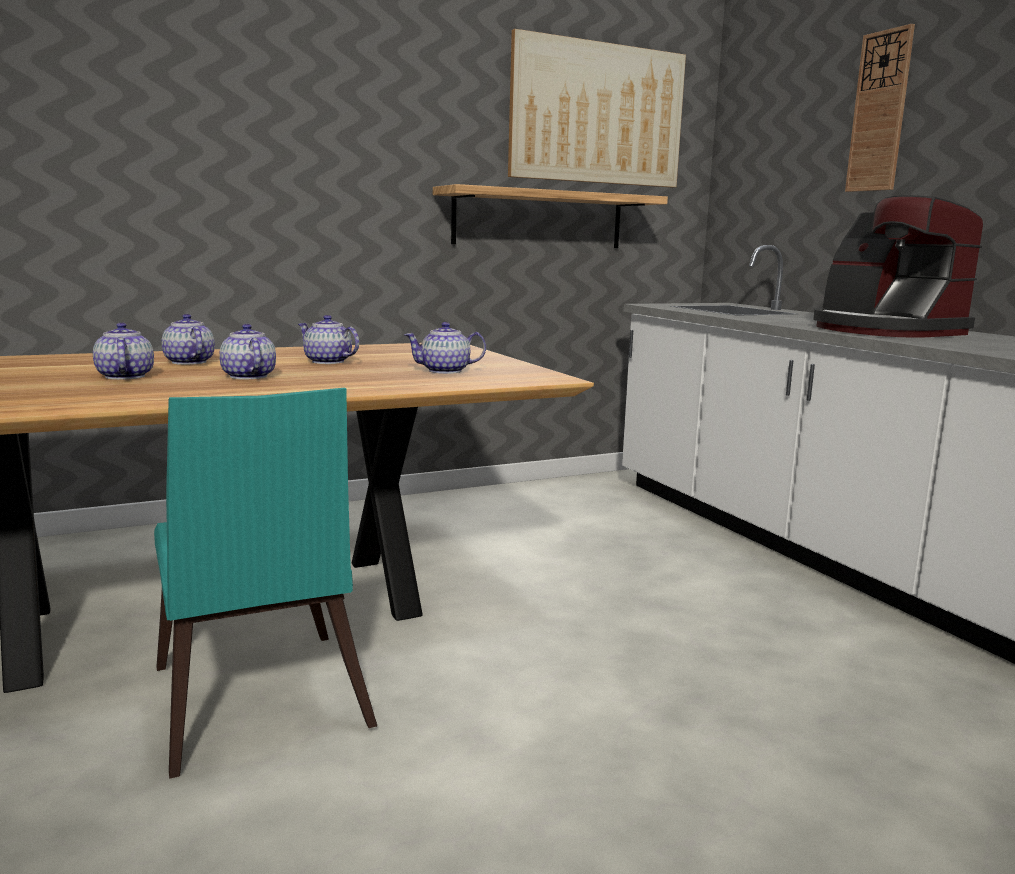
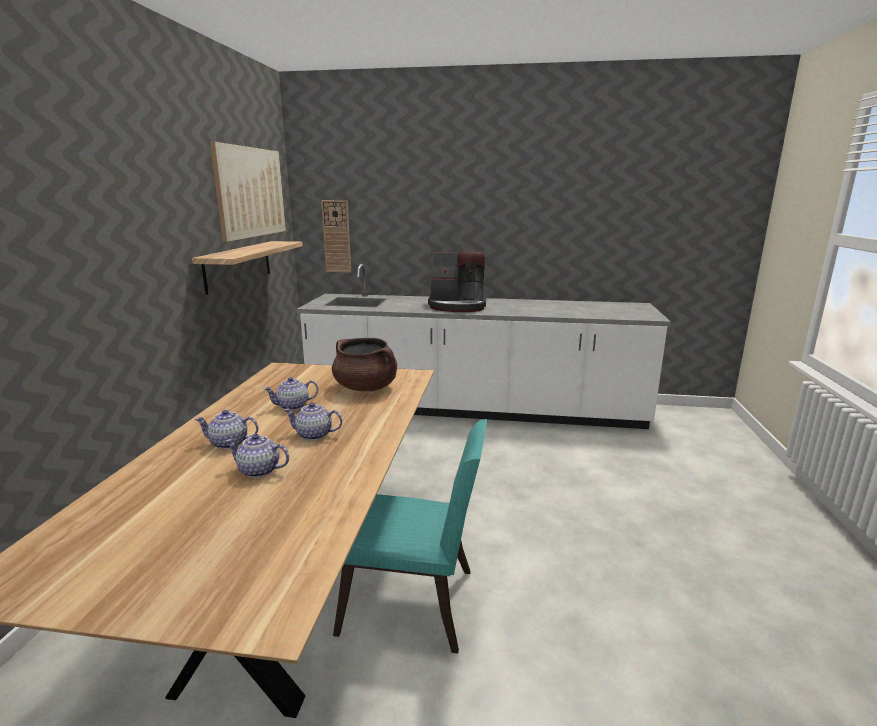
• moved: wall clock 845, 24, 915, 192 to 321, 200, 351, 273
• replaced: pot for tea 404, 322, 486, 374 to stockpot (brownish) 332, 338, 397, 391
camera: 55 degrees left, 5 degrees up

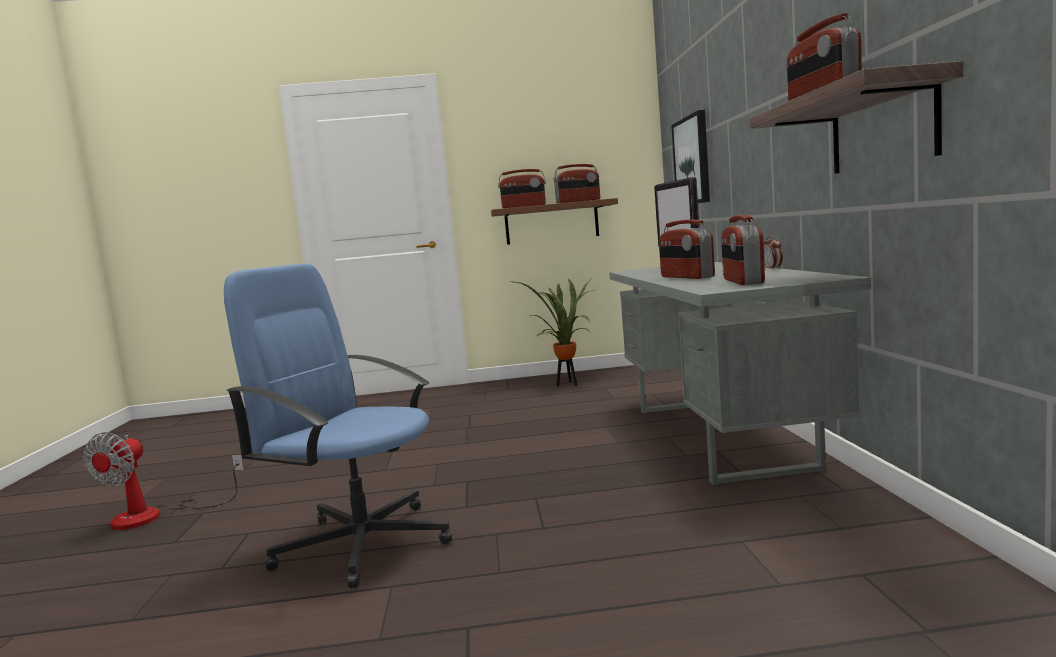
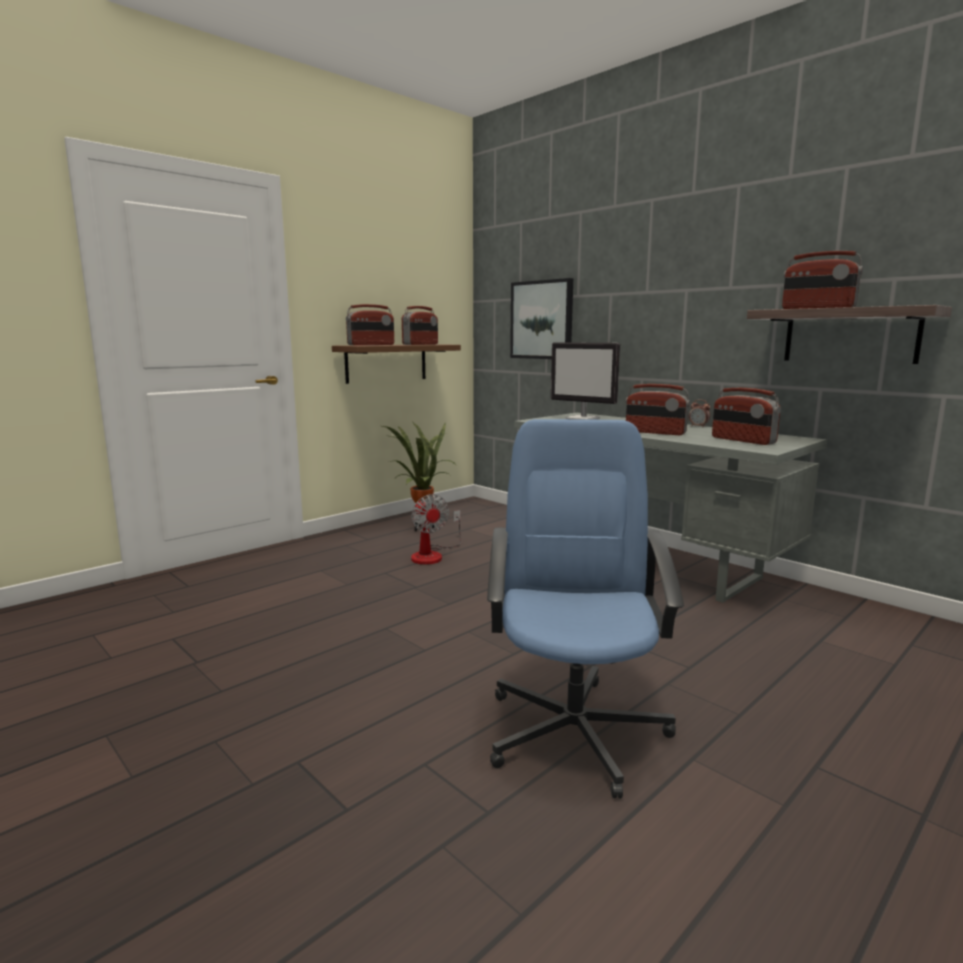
• moved: fan 83, 432, 244, 530 to 411, 494, 461, 565
• turned: office chair (bluish) 224, 263, 452, 588 = 487, 419, 684, 799 105 degrees clockwise
camera: 40 degrees left, 5 degrees up

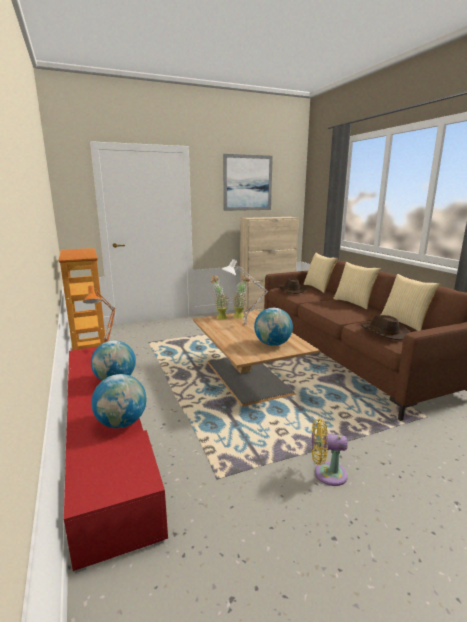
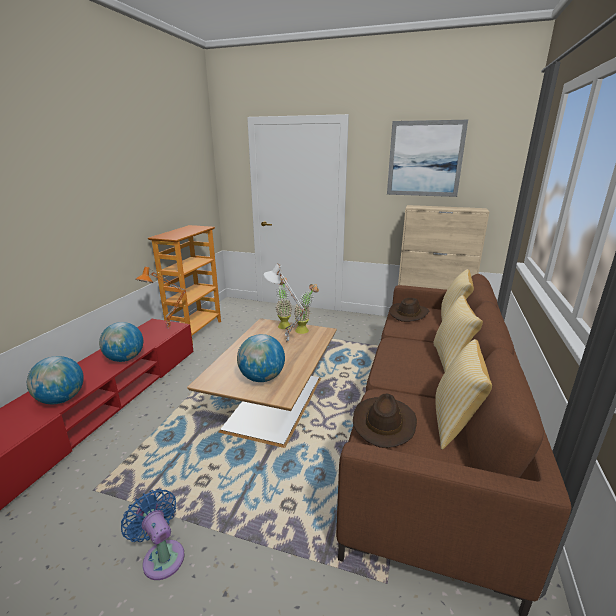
• recoloured: fan (yellow) 311, 419, 348, 486 to fan (bluish) 121, 489, 185, 580
camera: 40 degrees right, 5 degrees up

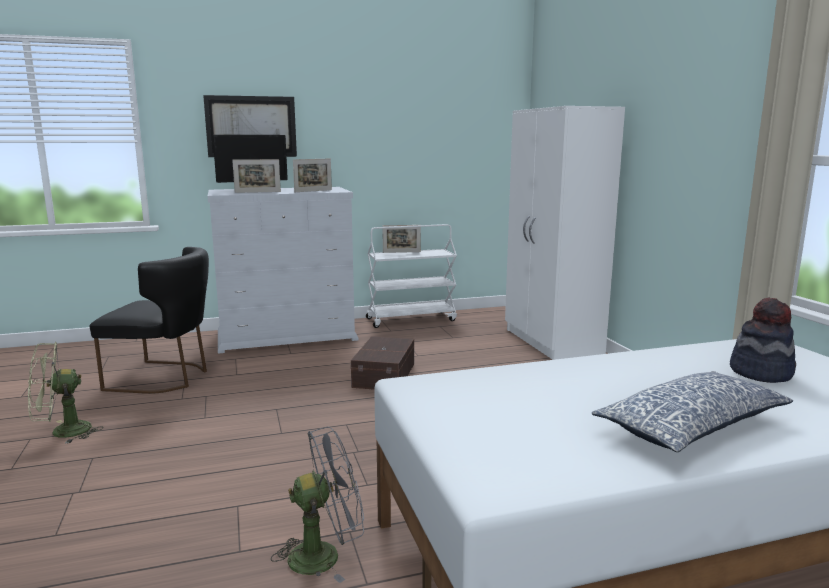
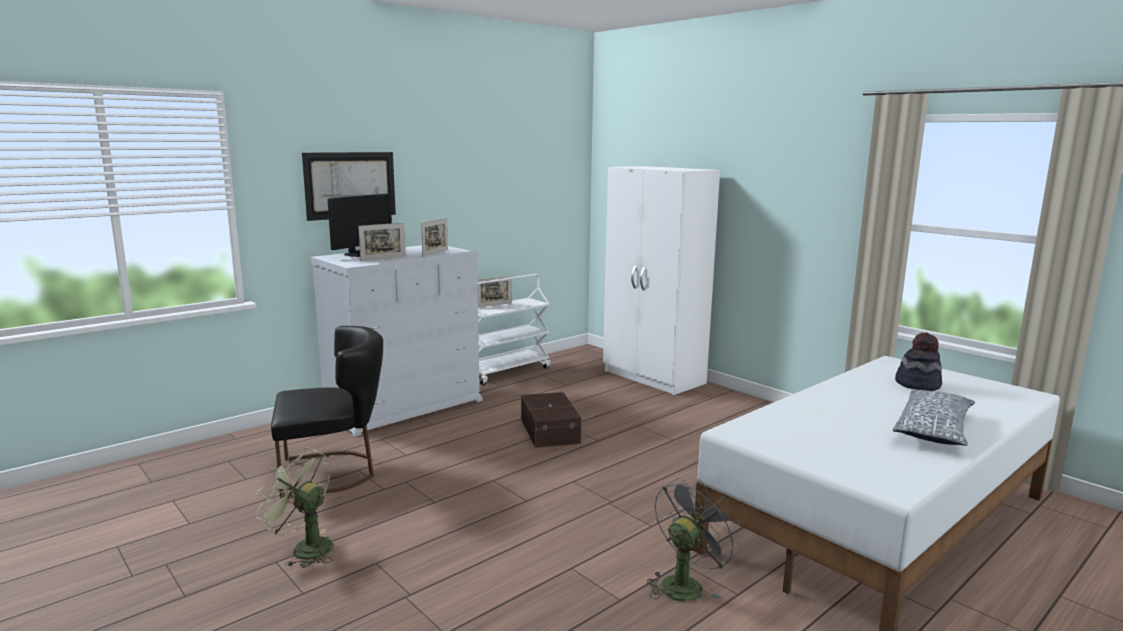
• turned: fan (green-coloured) 28, 342, 103, 444 = 256, 447, 334, 568 75 degrees clockwise
camera: 25 degrees left, 0 degrees up

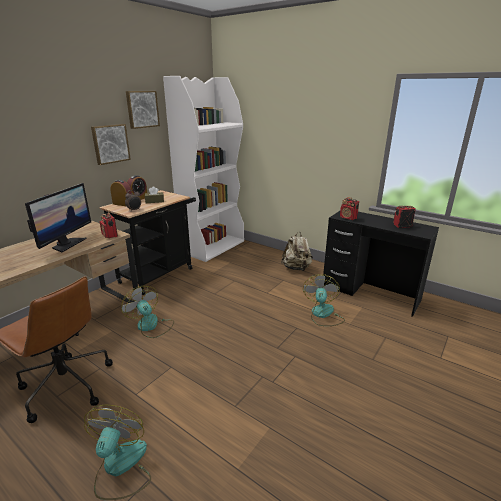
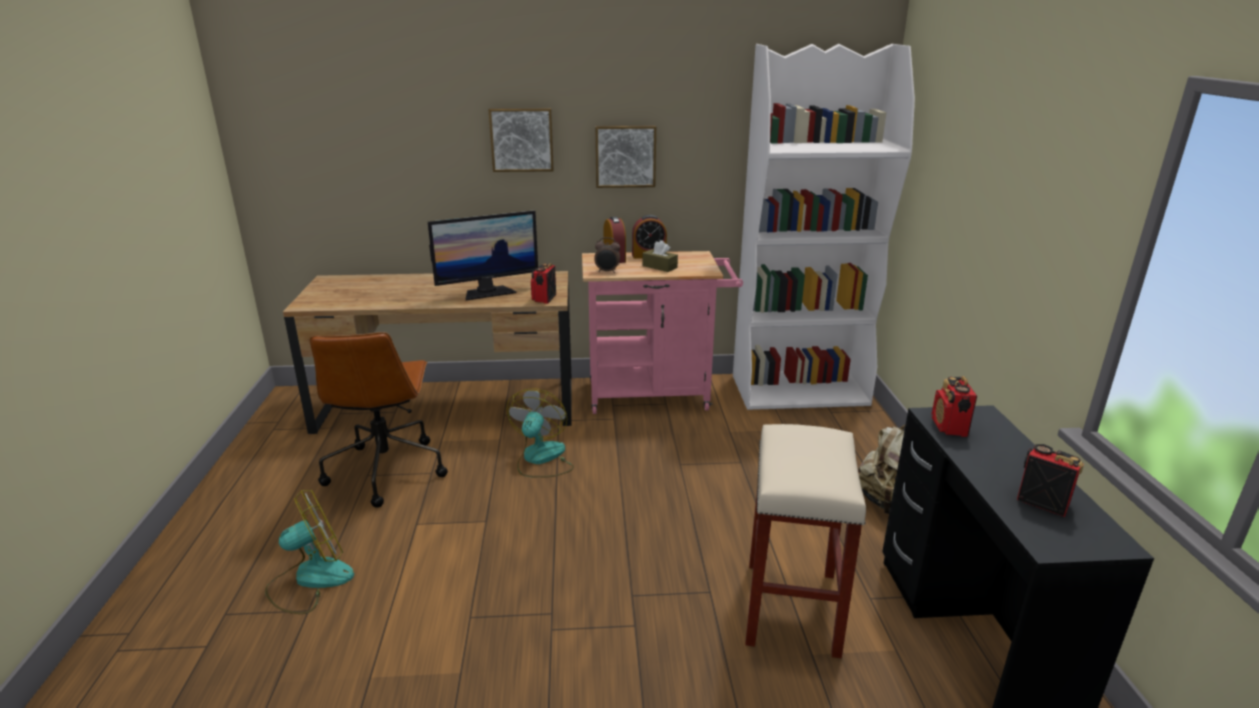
• moved: picture 126, 91, 160, 129 to 488, 108, 554, 172
• recoloured: wheeled cart (black) 99, 190, 196, 295 to wheeled cart (pinkish) 582, 251, 743, 414
• replaced: fan 303, 274, 345, 326 to stool seat (beige-coloured) 745, 424, 866, 658
camera: 50 degrees right, 0 degrees up

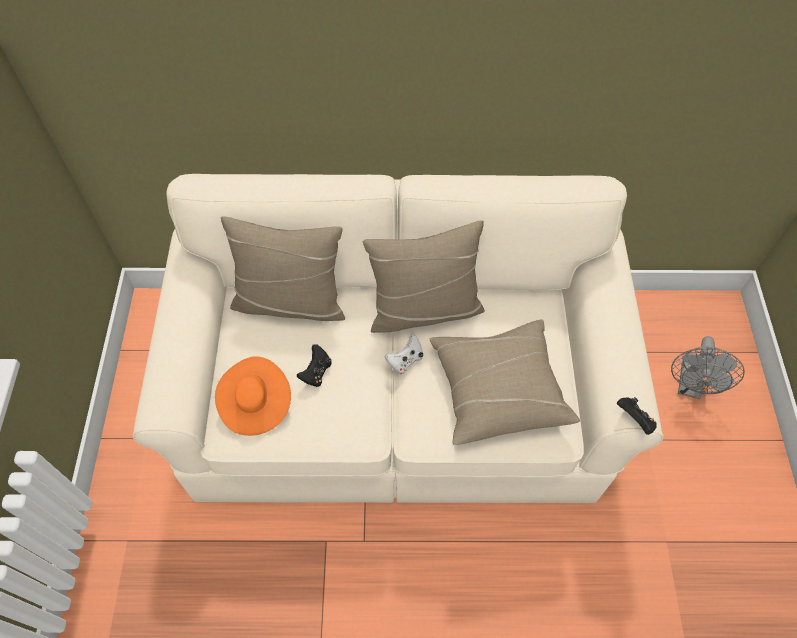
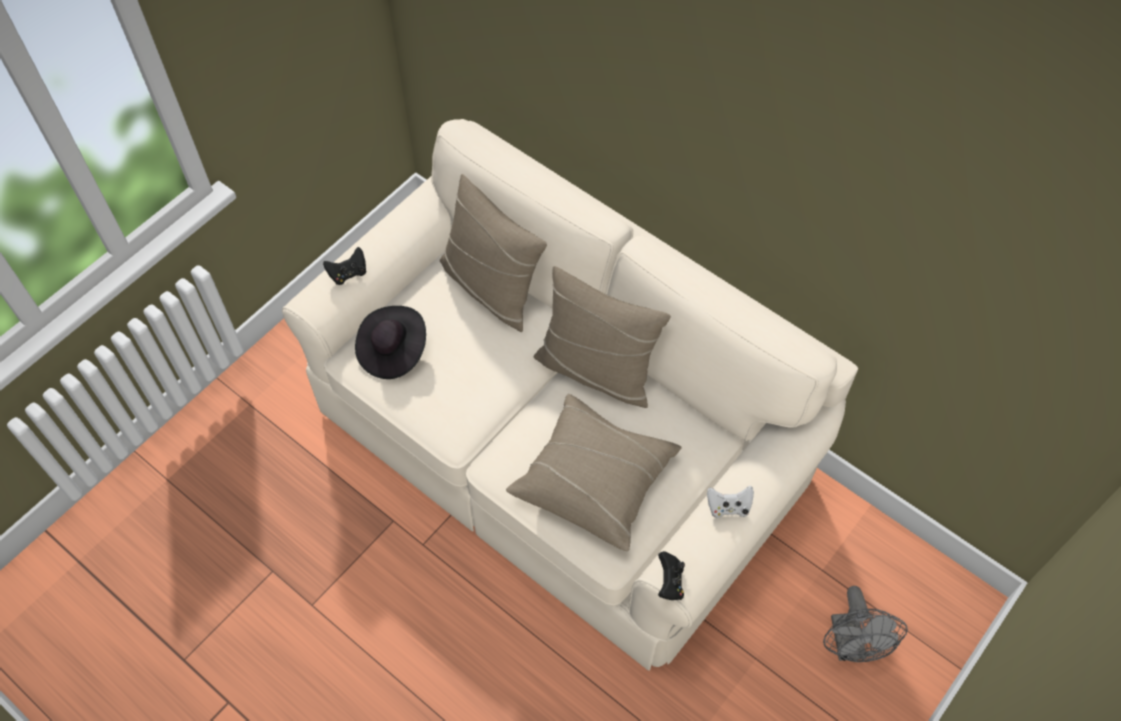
• moved: game controller (black) 297, 344, 332, 387 to 323, 247, 366, 285
• recoloured: hat (orangey) 215, 356, 291, 436 to hat (black) 355, 306, 426, 379
• moved: game controller (white) 385, 334, 423, 374 to 707, 486, 754, 518
• turned: fan (gray) 671, 336, 745, 399 = 823, 586, 908, 662 60 degrees counterclockwise
camera: 40 degrees right, 0 degrees up

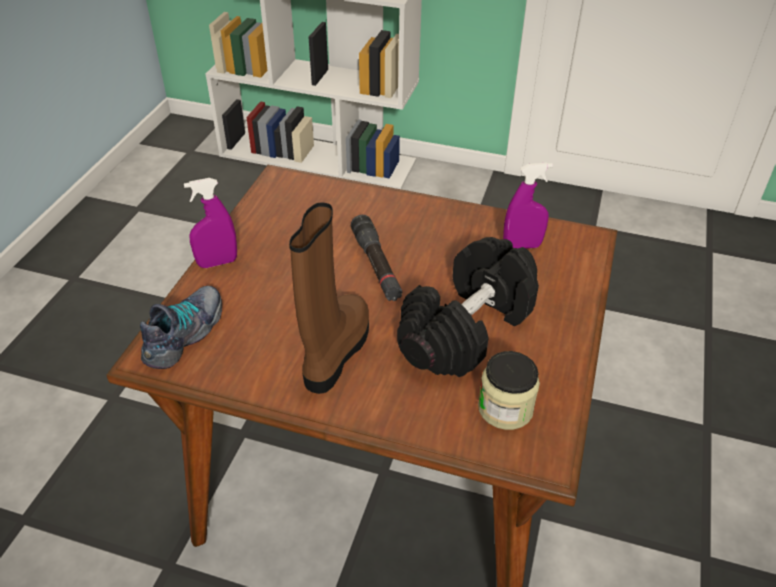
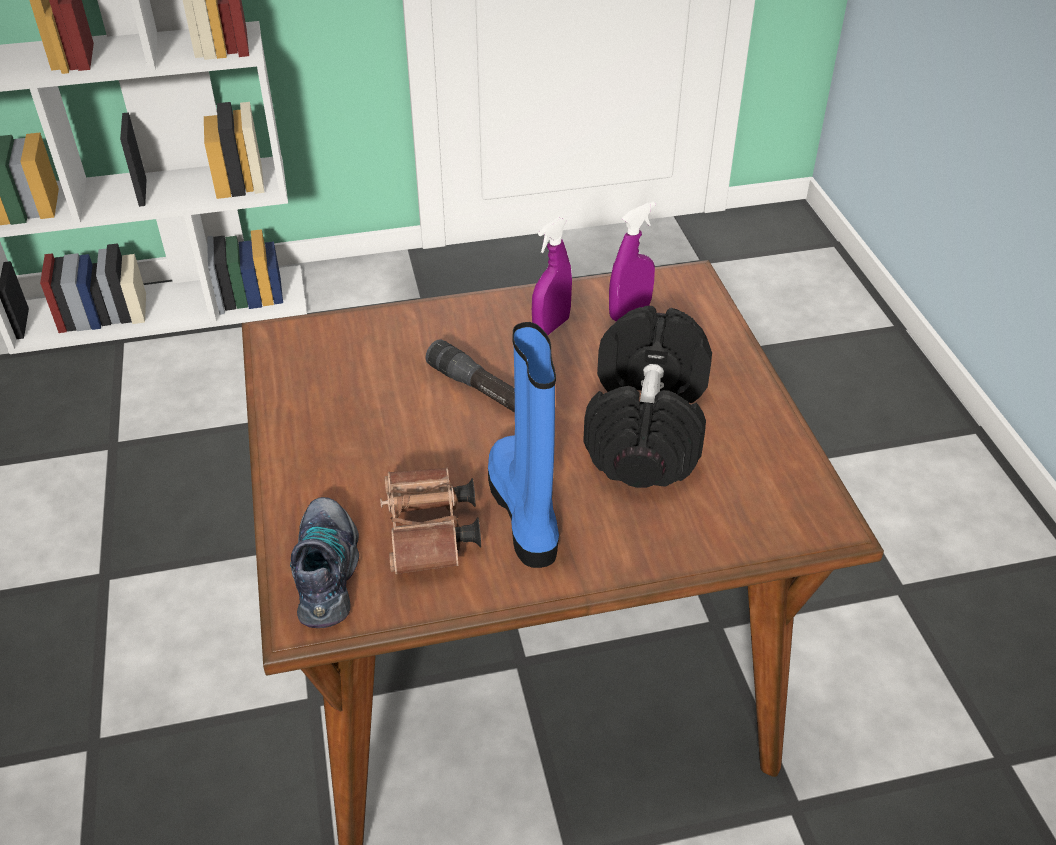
• added: field glasses (brownish) 380, 468, 481, 575
• recoloured: tall boot (brownish) 289, 203, 369, 394 to tall boot (bluish) 488, 322, 559, 568
• moved: sprayer (purple-coloured) 184, 178, 237, 268 to 532, 217, 572, 335
• removed: preserve jar 478, 351, 540, 430
camera: 30 degrees left, 0 degrees up

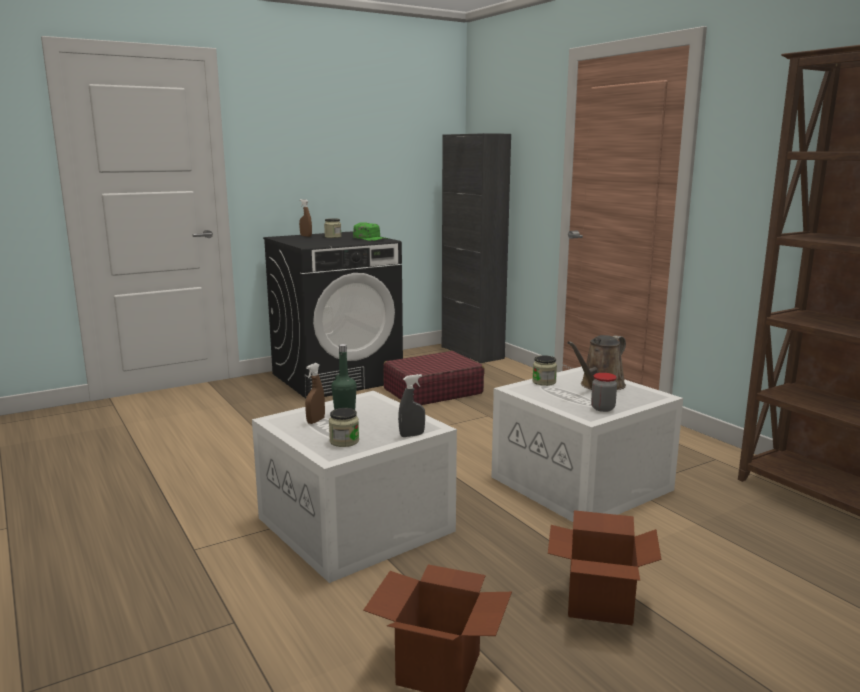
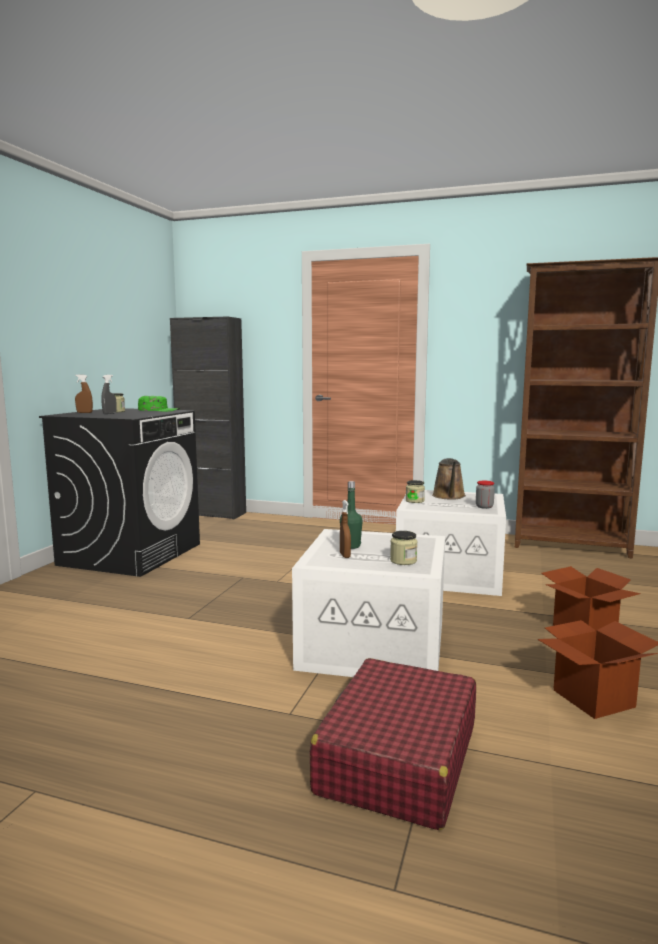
• moved: sprayer (gray) 398, 374, 425, 437 to 101, 375, 117, 414
• moved: piece of luggage (red-coloured) 383, 351, 485, 405 to 310, 658, 476, 830
camera: 40 degrees left, 5 degrees down

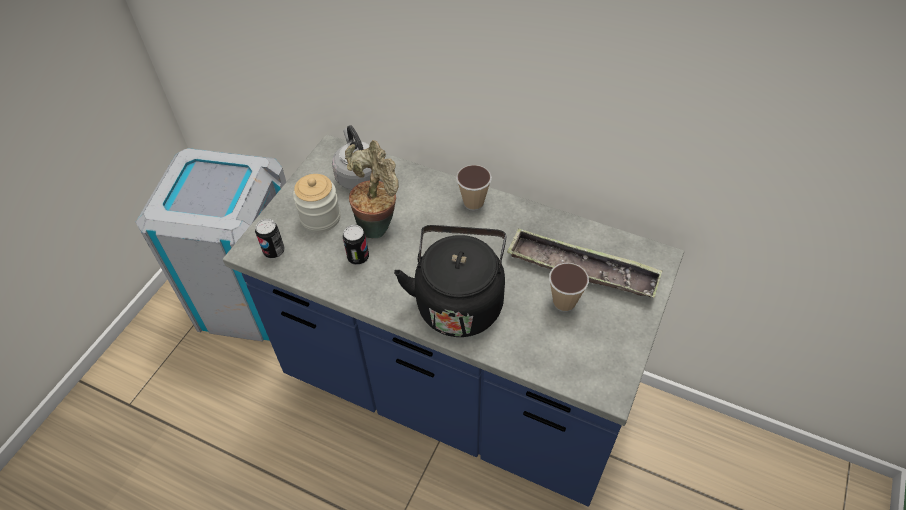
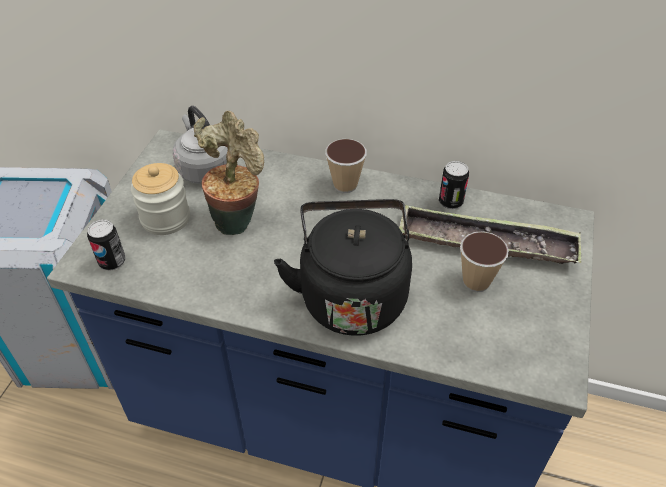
• moved: can 343, 225, 369, 265 to 439, 161, 469, 209
camera: 10 degrees left, 5 degrees down

